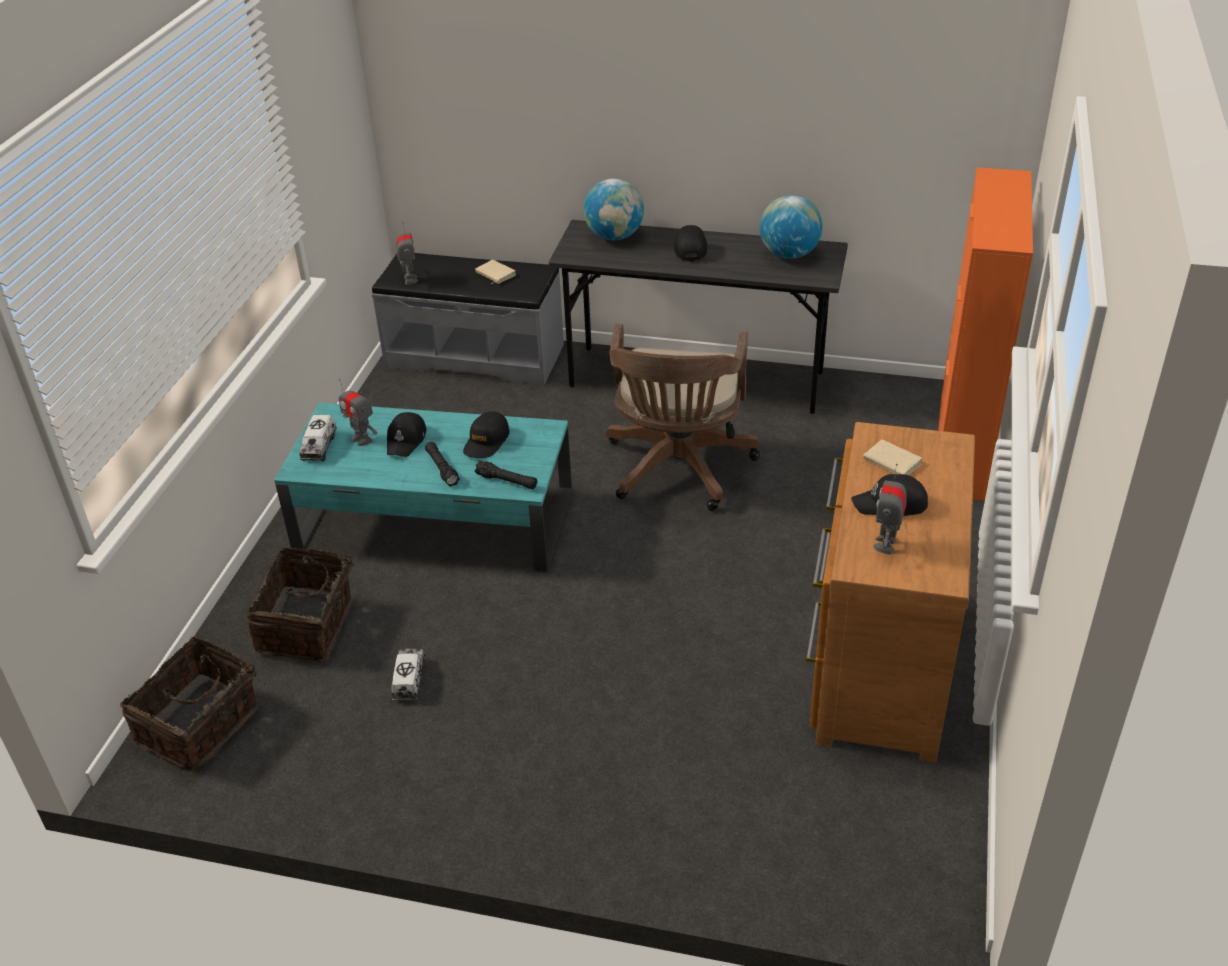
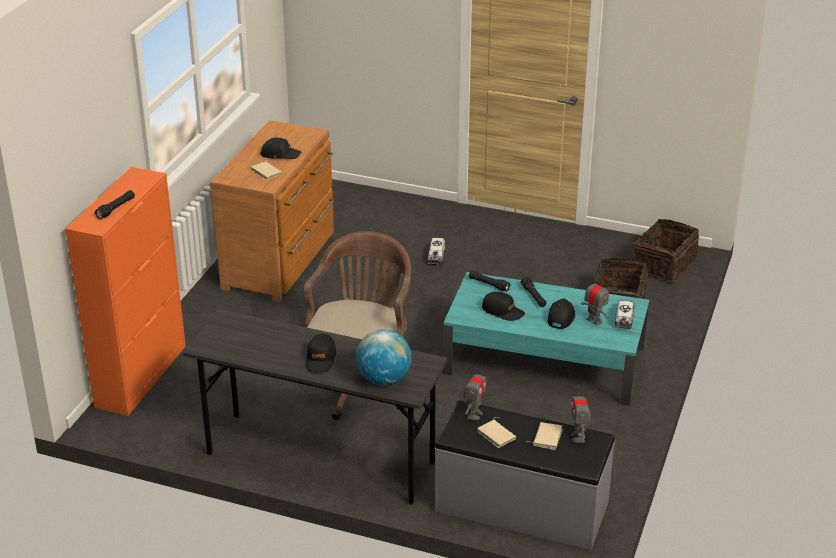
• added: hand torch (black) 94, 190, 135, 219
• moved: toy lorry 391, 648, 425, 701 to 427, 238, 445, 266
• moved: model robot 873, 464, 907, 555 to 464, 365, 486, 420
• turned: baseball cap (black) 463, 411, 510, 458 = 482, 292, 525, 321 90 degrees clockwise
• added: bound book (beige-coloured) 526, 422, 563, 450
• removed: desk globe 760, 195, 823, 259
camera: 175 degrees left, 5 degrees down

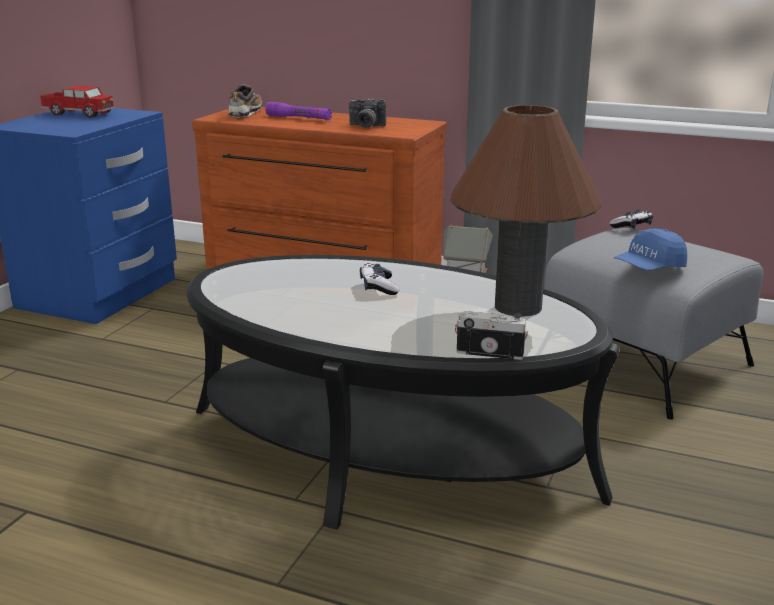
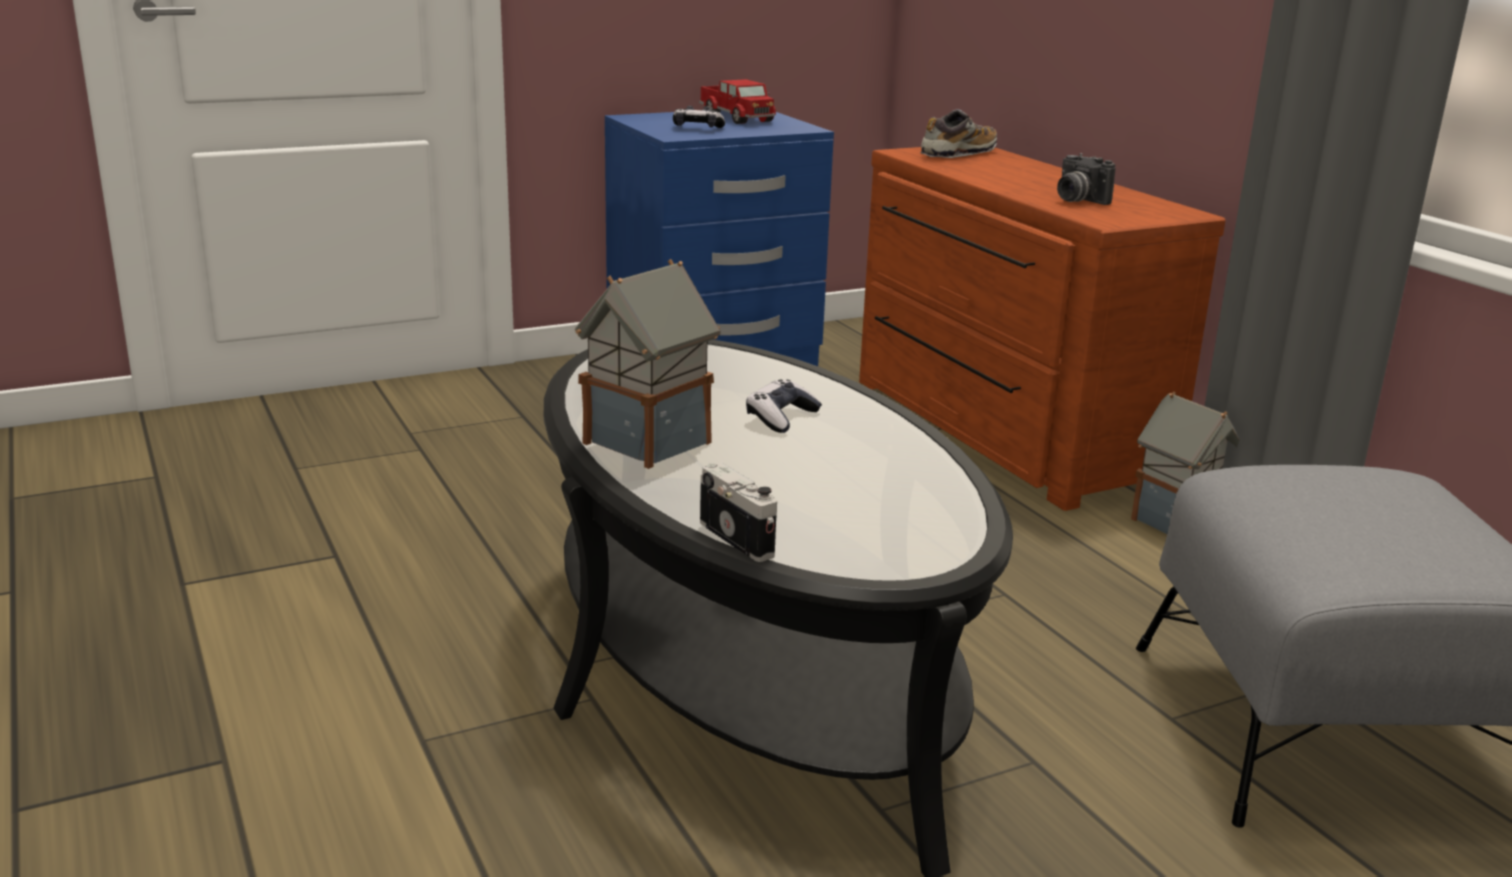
• added: model house 575, 259, 721, 469
• moved: game controller 609, 209, 653, 229 to 673, 106, 725, 128
• removed: hand torch (purple-coloured) 265, 102, 332, 120
• removed: lamp for a table (brownish) 450, 105, 602, 317
• removed: baseball cap (bluish) 614, 229, 687, 270
camera: 40 degrees right, 0 degrees up

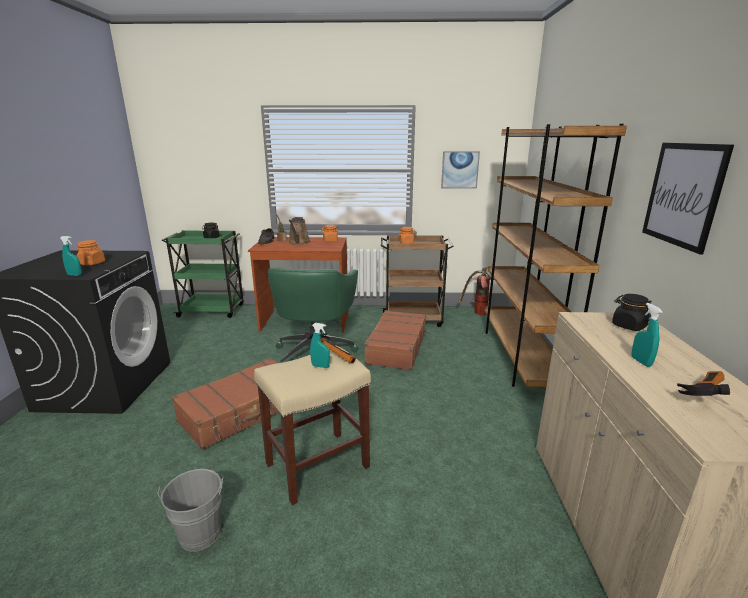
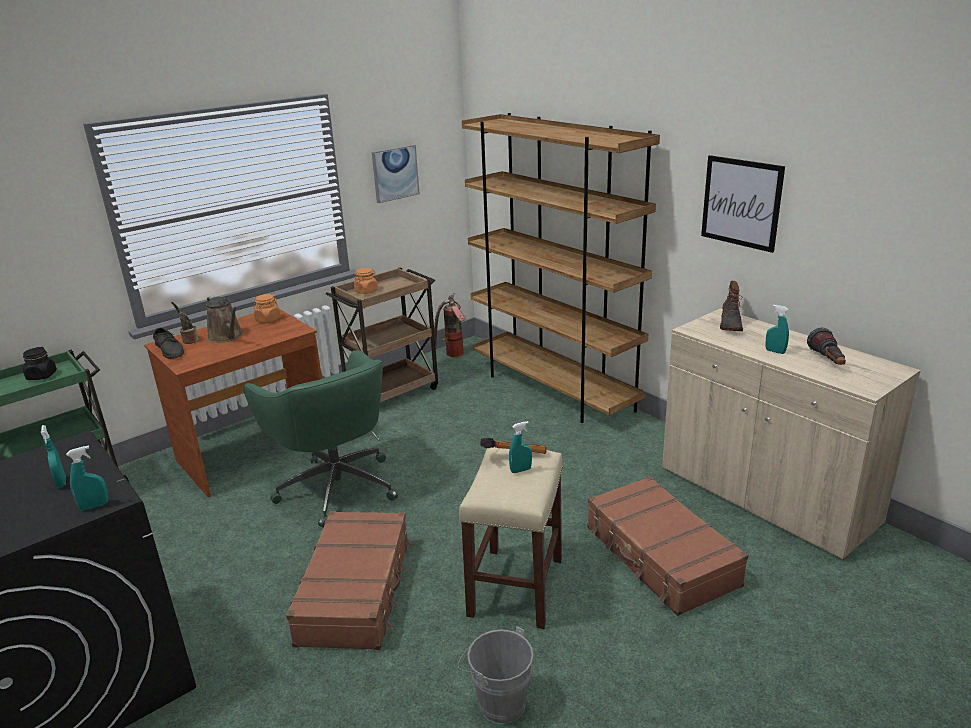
• replaced: preserve jar (orangey) 76, 240, 105, 265 to sprayer (blue-green) 41, 425, 66, 488
• moved: piece of luggage (brownish) 363, 310, 426, 370 to 587, 476, 748, 616
• replaced: preserve jar (black) 612, 294, 653, 331 to tall boot 720, 281, 743, 331
• replaced: hammer 677, 371, 730, 396 to hand torch 807, 327, 846, 365
camera: 40 degrees left, 5 degrees up

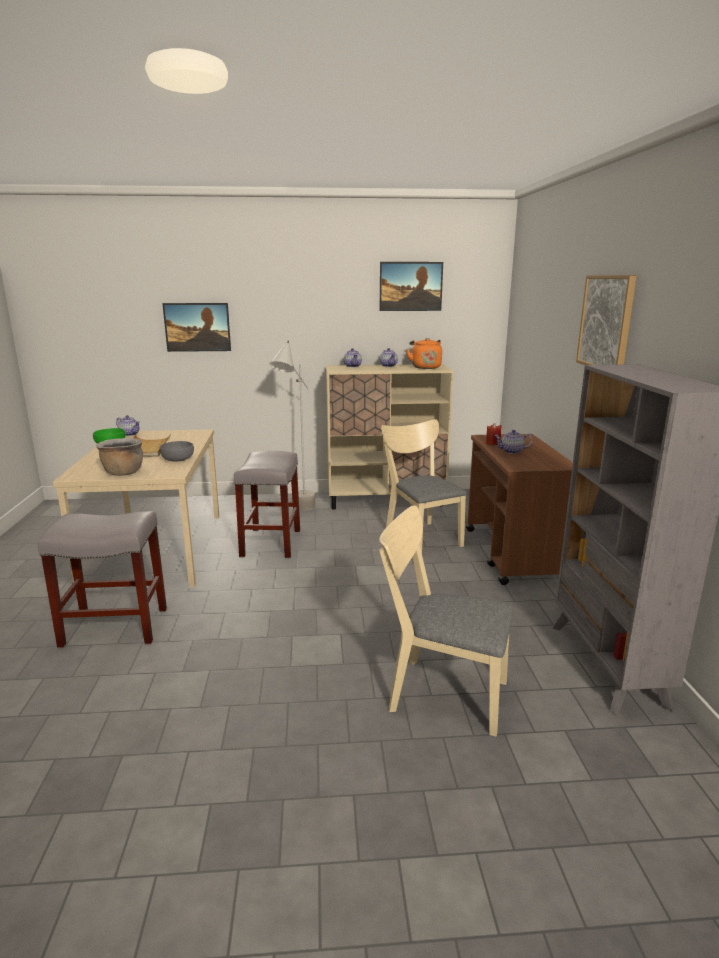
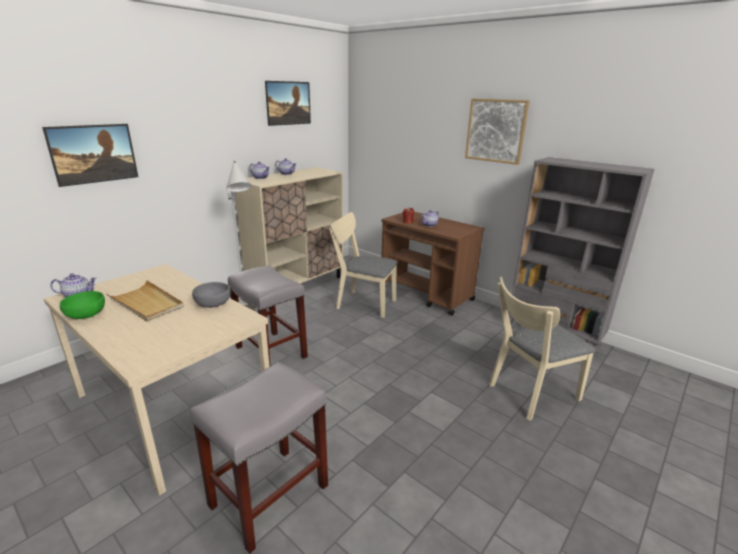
• removed: stockpot (brownish) 96, 438, 143, 476
• removed: water kettle (orangey) 406, 338, 442, 369
camera: 45 degrees left, 5 degrees up

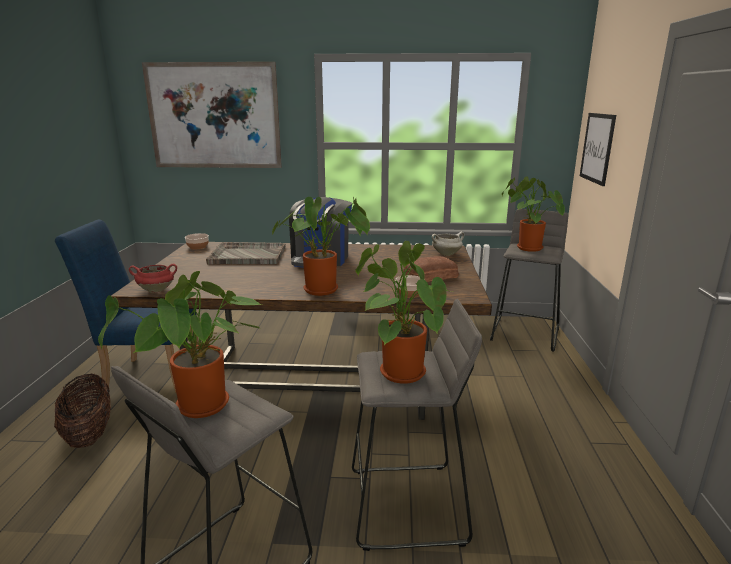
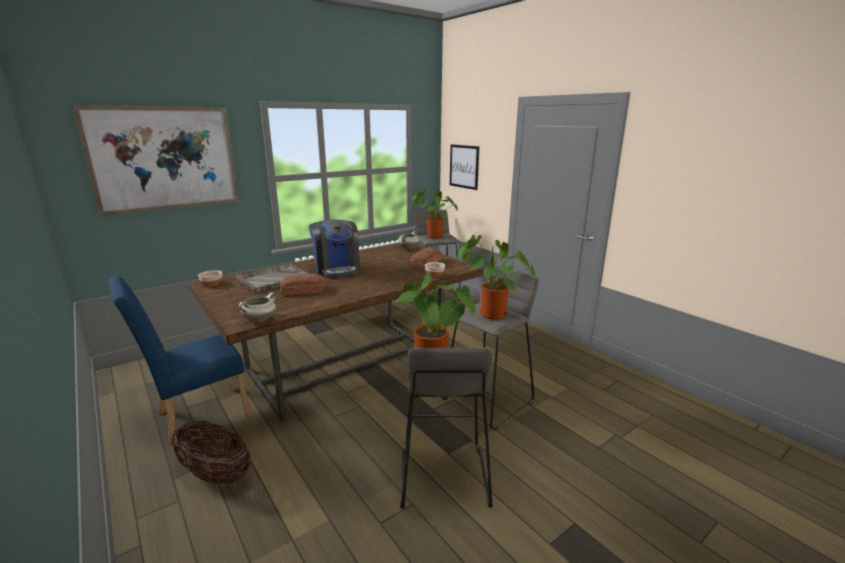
• recoloured: stockpot (red-coloured) 129, 264, 177, 293 to stockpot (white) 239, 292, 276, 322
• added: baked bread 280, 274, 324, 295
• removed: houseplant 272, 197, 370, 296
camera: 40 degrees left, 0 degrees up

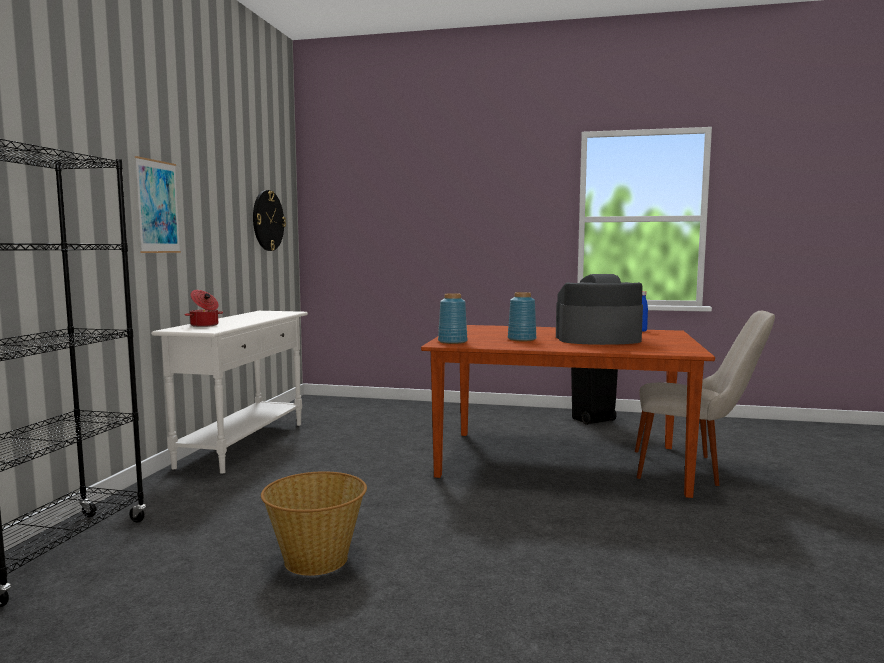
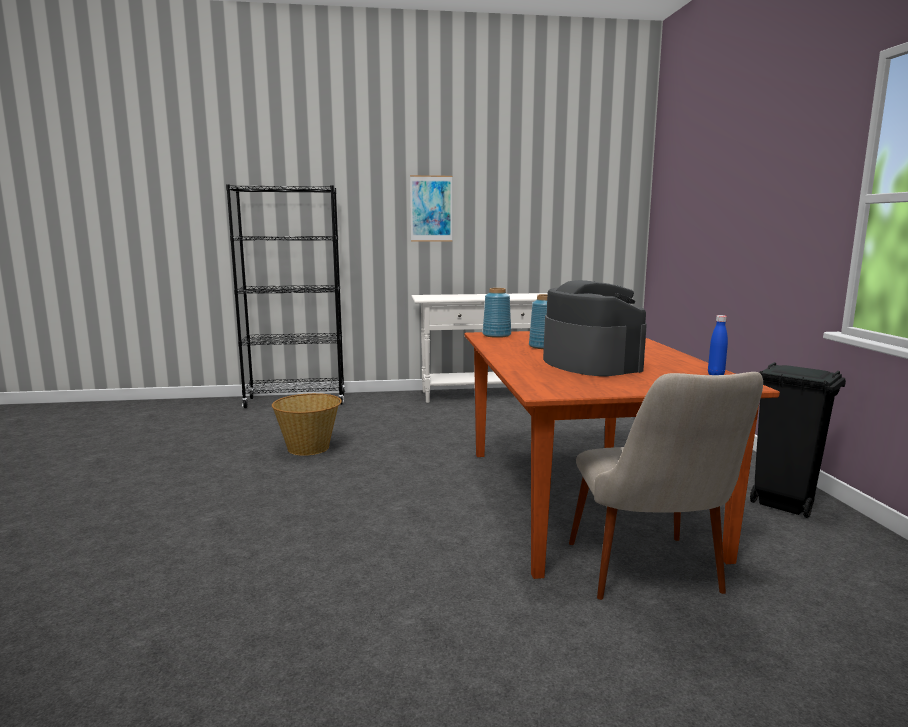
• removed: stockpot 185, 290, 223, 327
• removed: wall clock 253, 190, 286, 251
camera: 70 degrees right, 5 degrees up

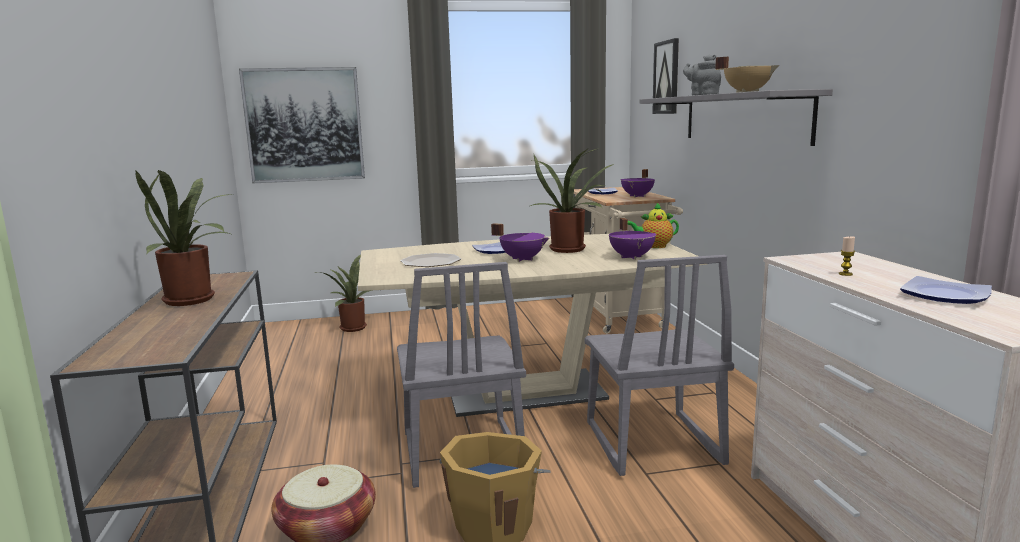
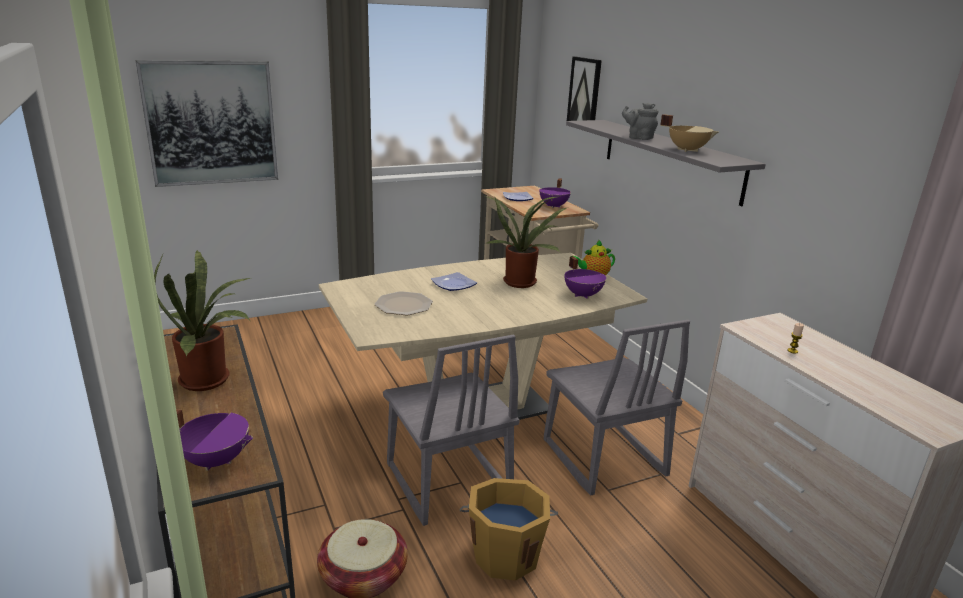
• moved: stockpot (purple-coloured) 491, 223, 549, 262 to 176, 409, 253, 471
• removed: houseplant 316, 255, 373, 332
• removed: dinner plate 900, 276, 992, 304
camera: 15 degrees left, 10 degrees up

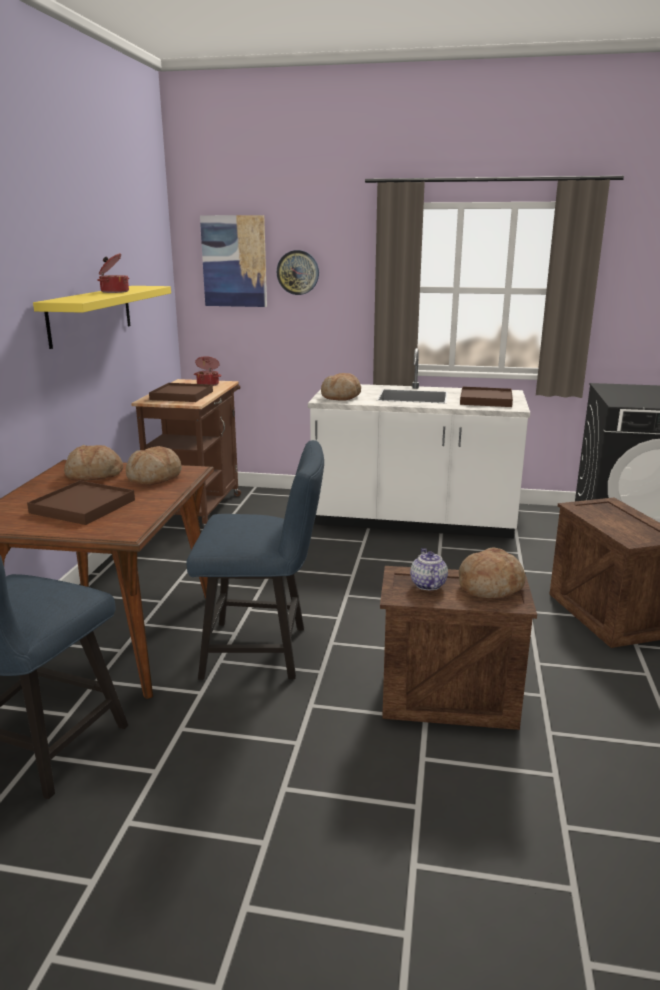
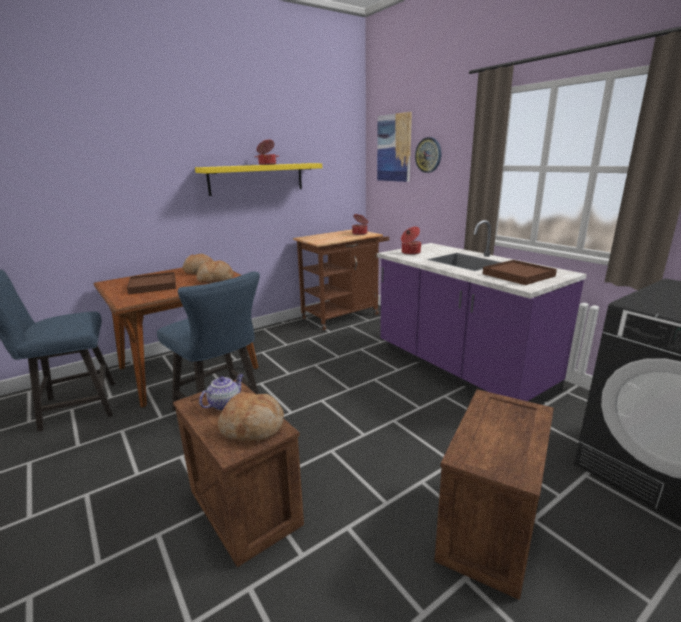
• recoloured: kitchen base unit (white) 308, 348, 530, 539 to kitchen base unit (purple-coloured) 377, 220, 587, 404
• replaced: baked bread 321, 373, 361, 401 to stockpot 401, 227, 422, 255
• removed: carrying tray (brownish) 149, 383, 213, 402
camera: 45 degrees right, 0 degrees up

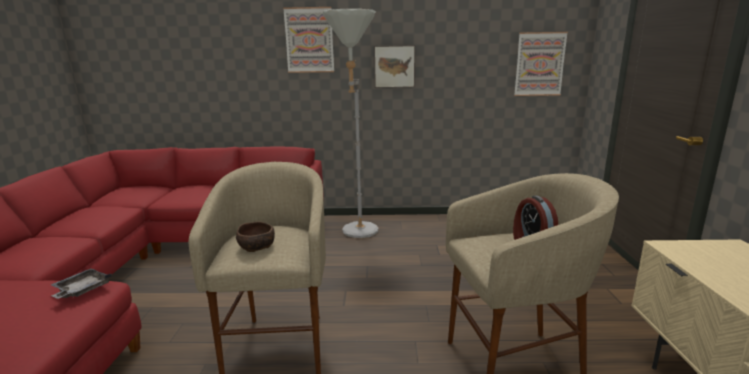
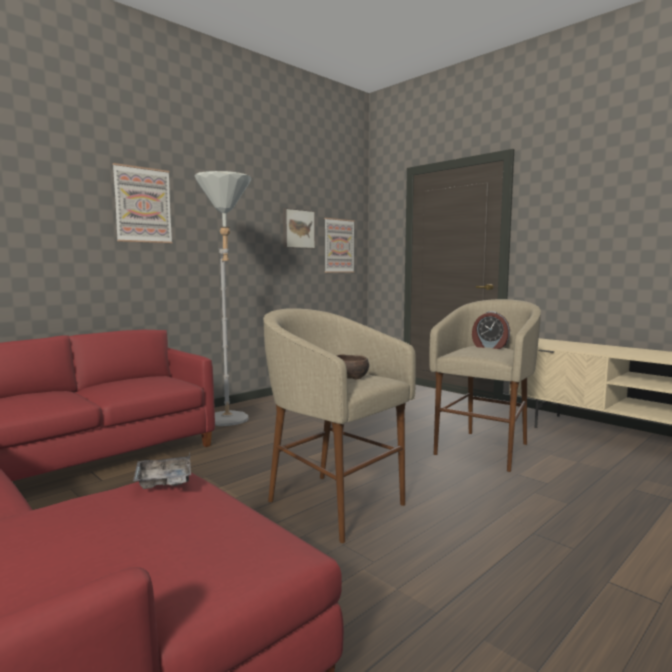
• moved: picture 374, 45, 415, 88 to 283, 208, 315, 249
camera: 45 degrees left, 10 degrees down

